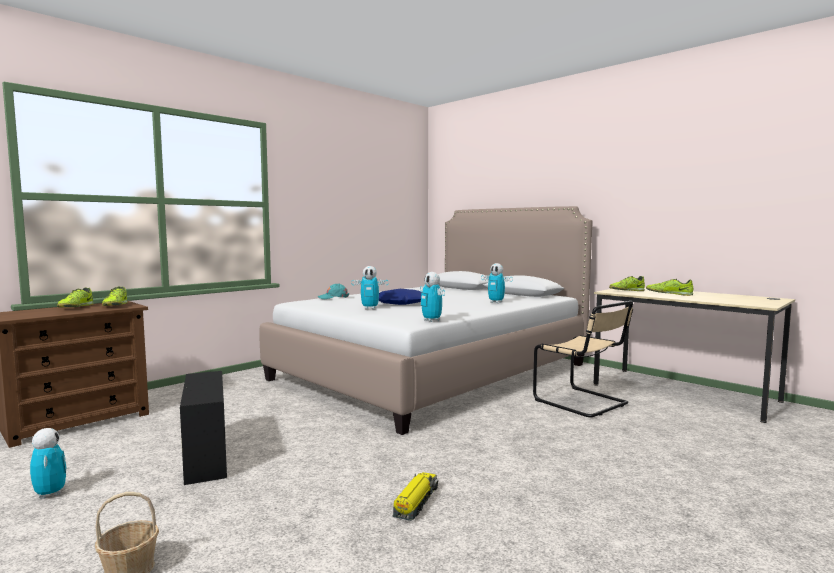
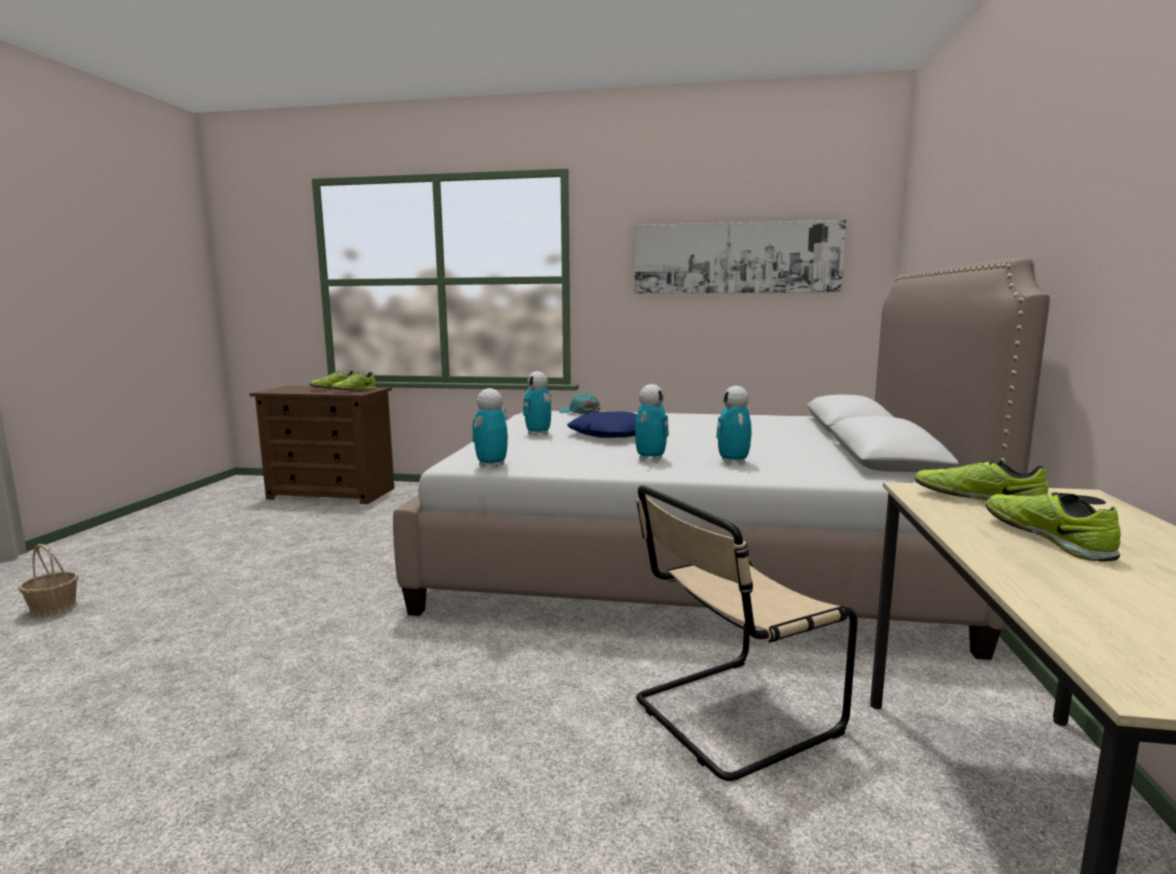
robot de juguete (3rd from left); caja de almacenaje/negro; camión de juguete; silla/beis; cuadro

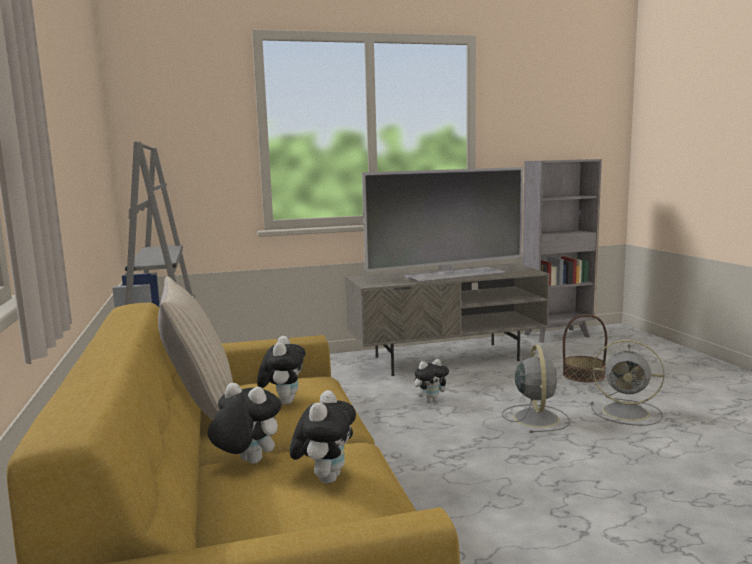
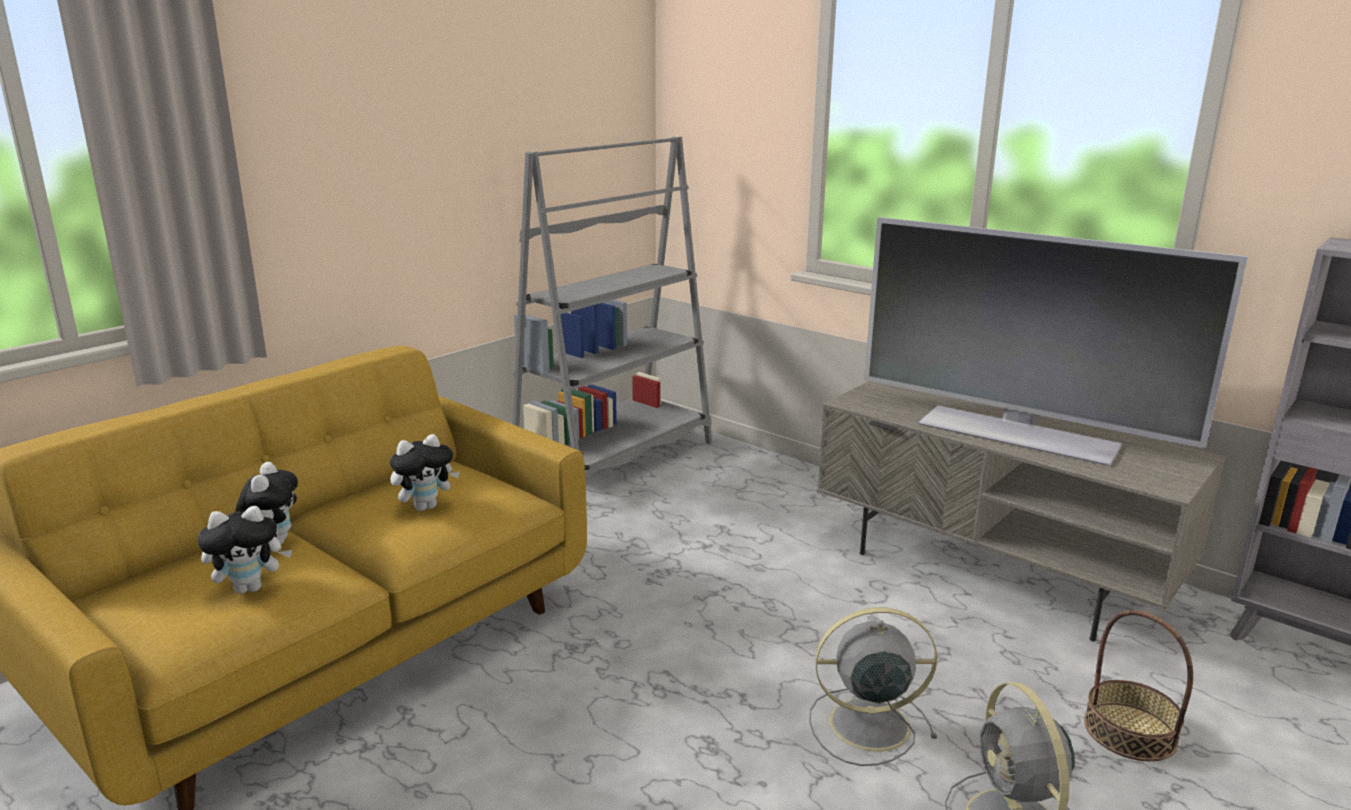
cojín/beis; peluche (4th from left in the first image); ventilador/gris (1st from left)

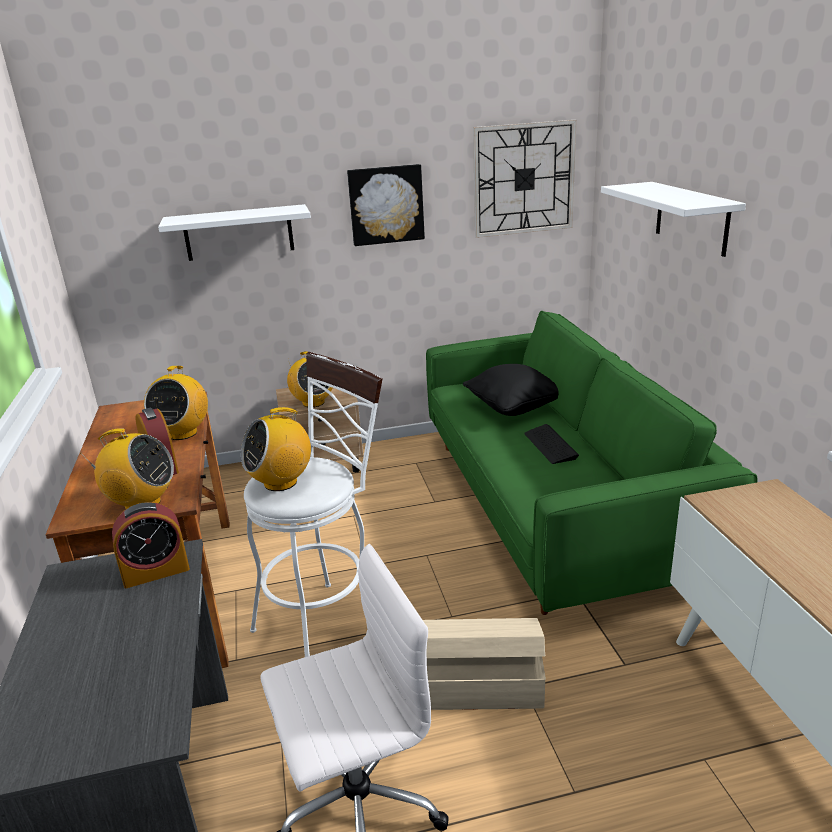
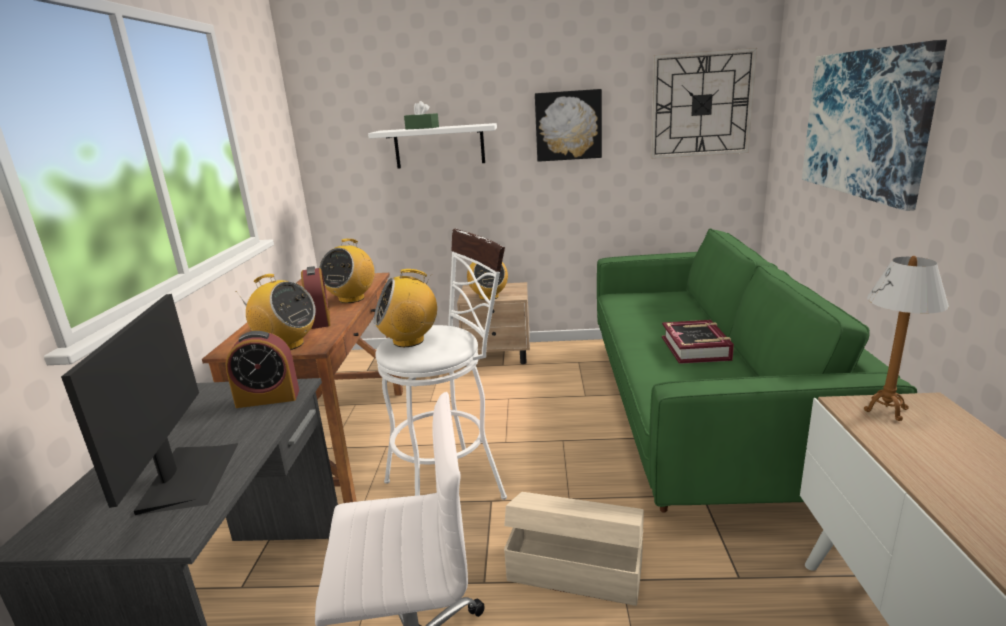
cojín/negro; libro; cuadro (2nd from left); monitor; caja de pañuelos/verde; lámpara de mesa

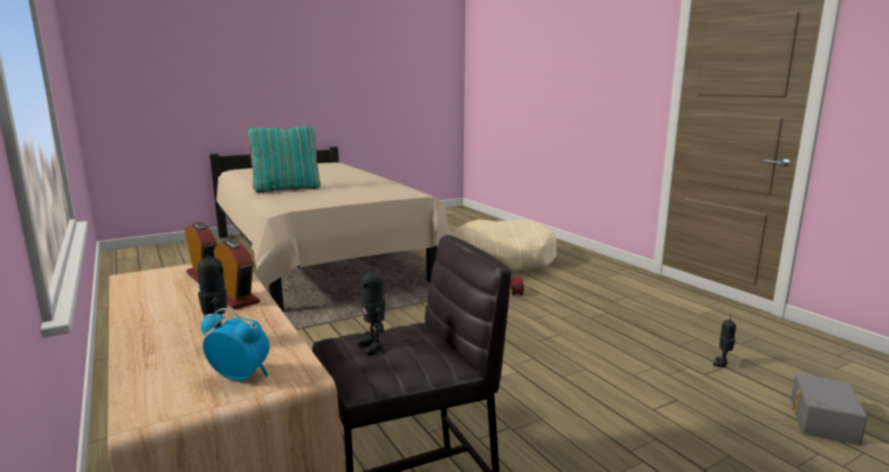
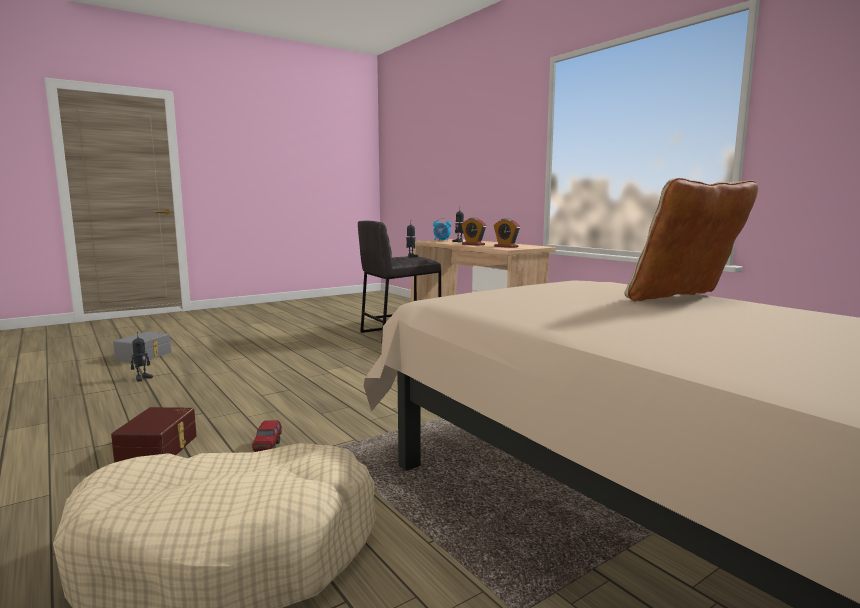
cojín/beis; caja de almacenaje/marrón

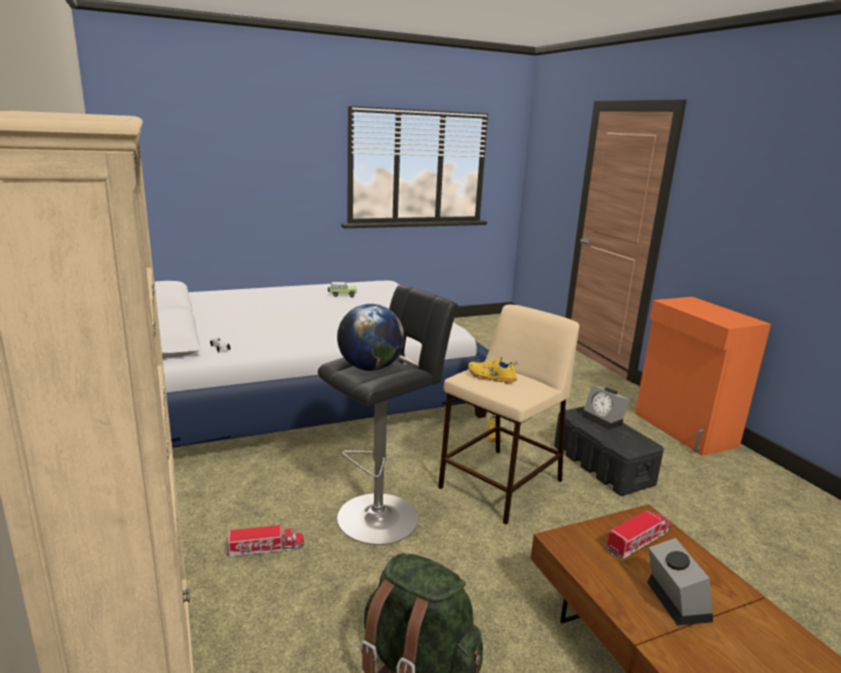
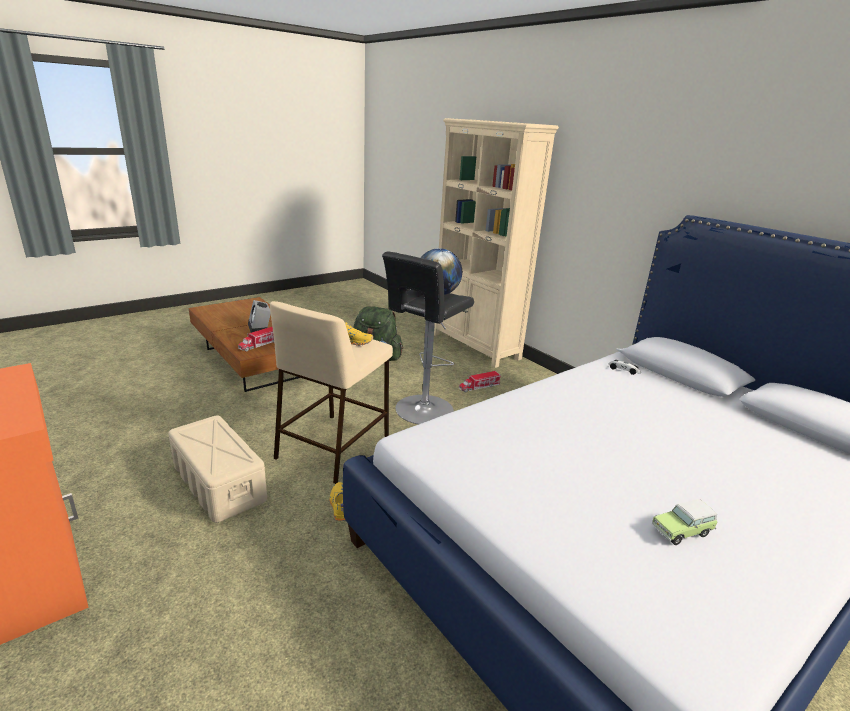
caja de almacenaje/beis; despertador (1st from left in the first image)

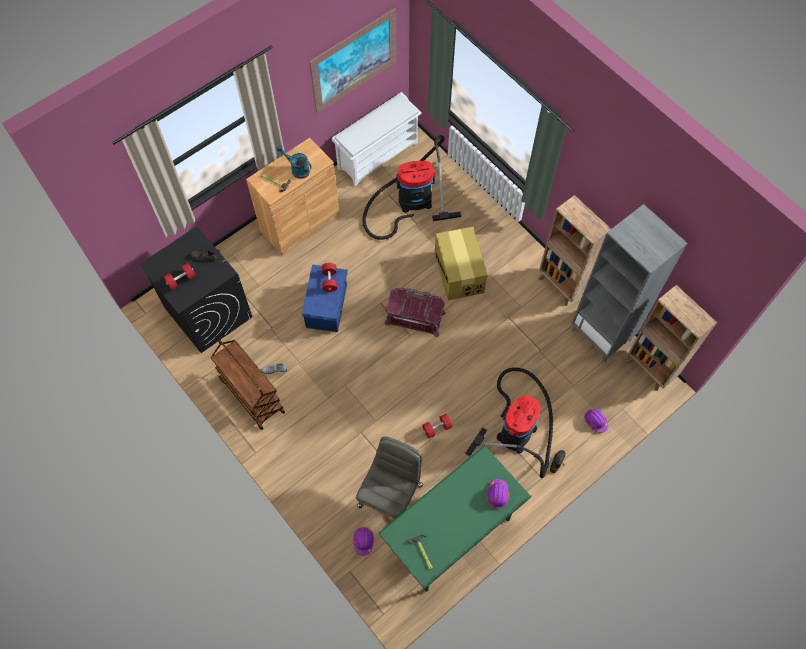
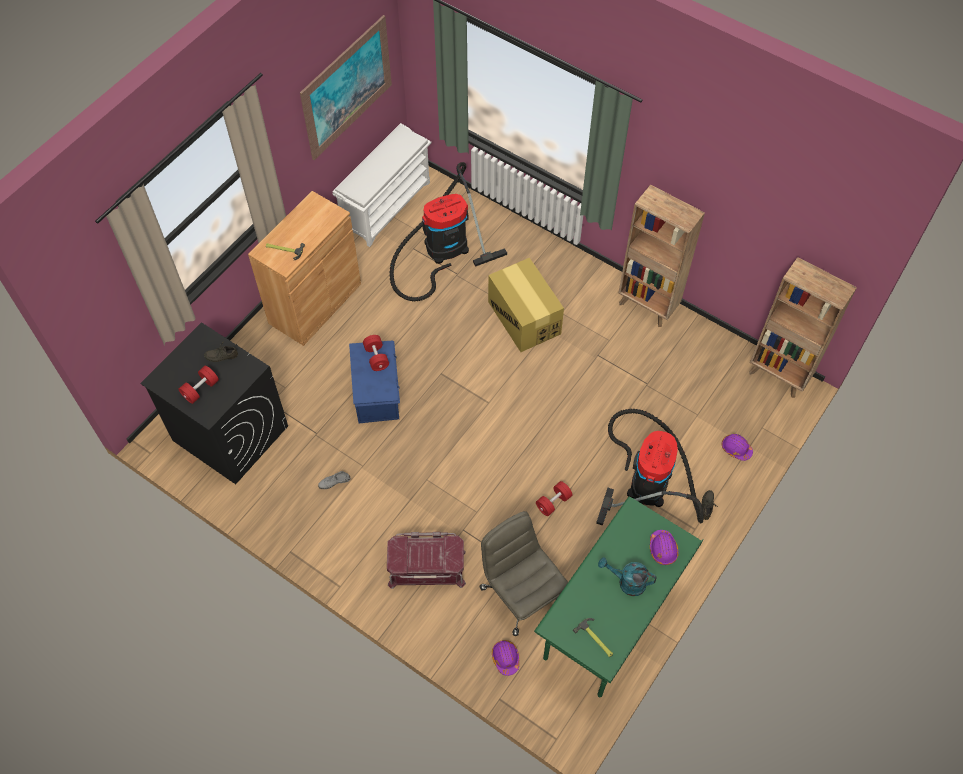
carrito/marrón; regadera/turquesa; silla de oficina/gris; caja de almacenaje/rojo; estantería/gris

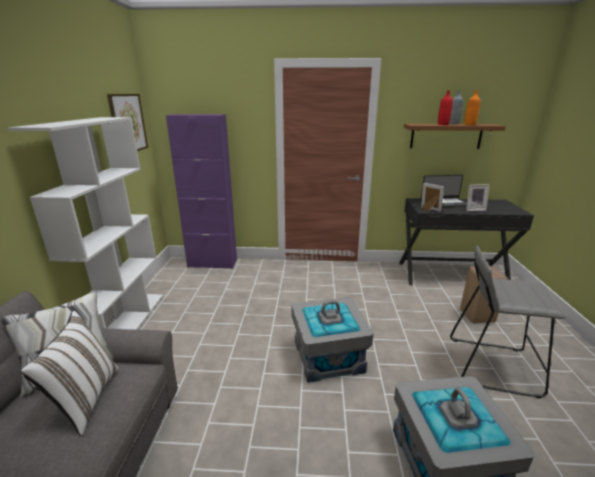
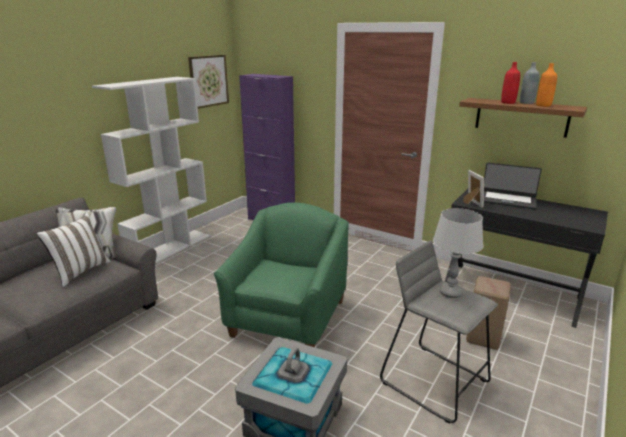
sillón/verde; portarretratos (2nd from left in the first image); lámpara de mesa/gris

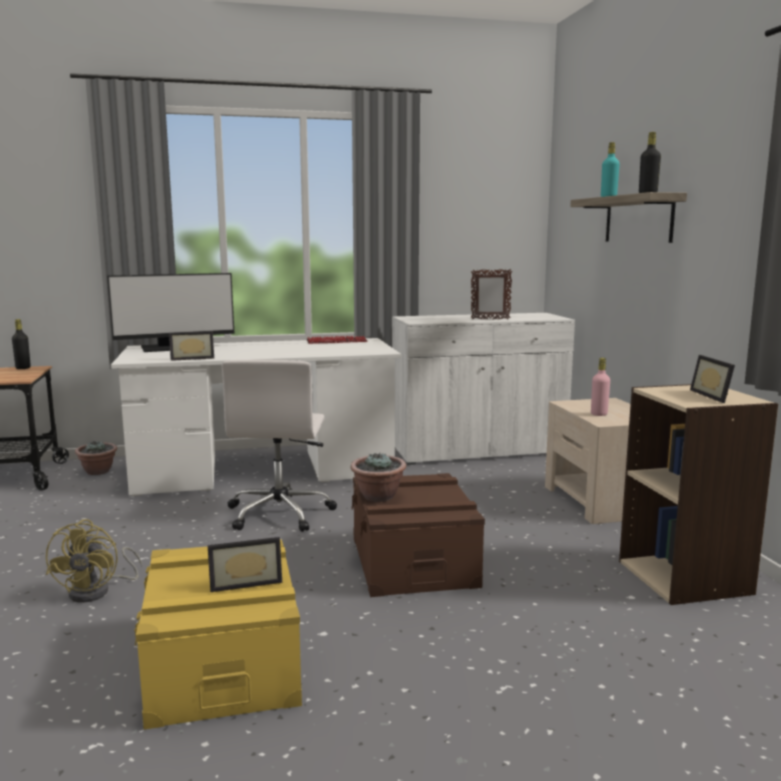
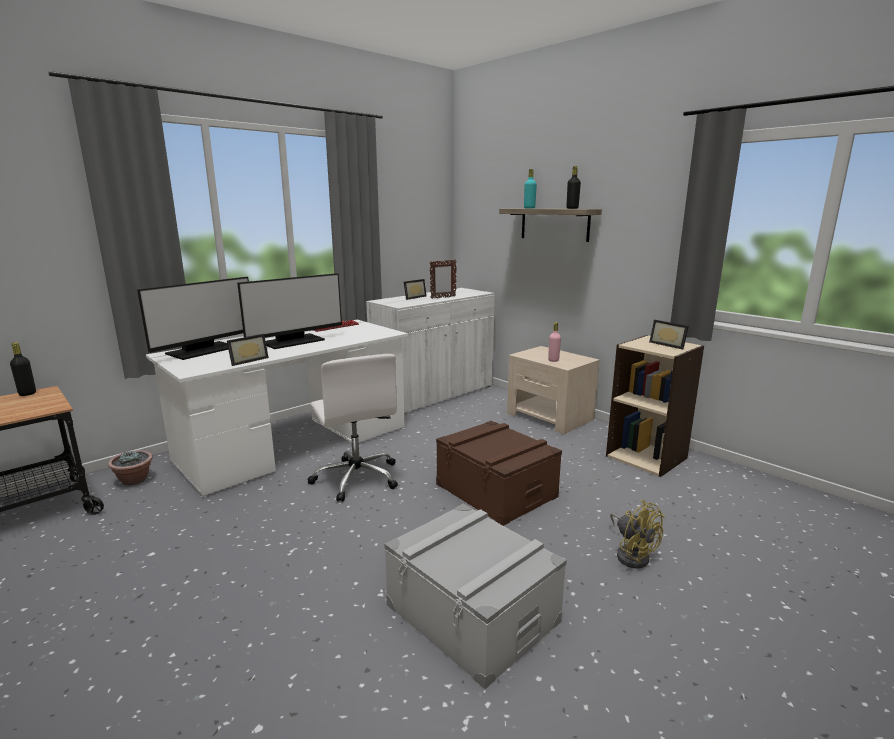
ventilador/amarillo; caja de almacenaje/gris; portarretratos (2nd from left); planta en maceta (2nd from left in the first image); monitor (2nd from left)

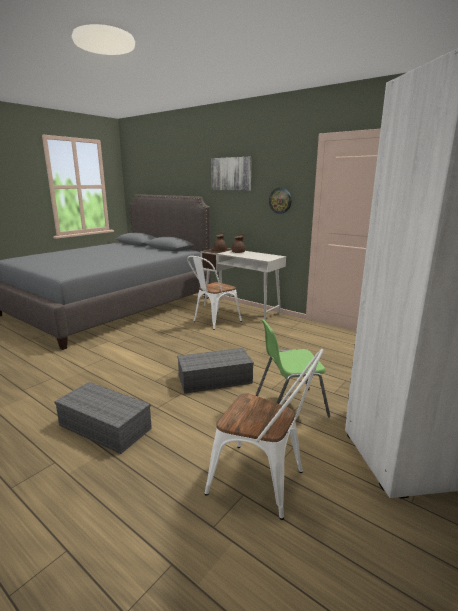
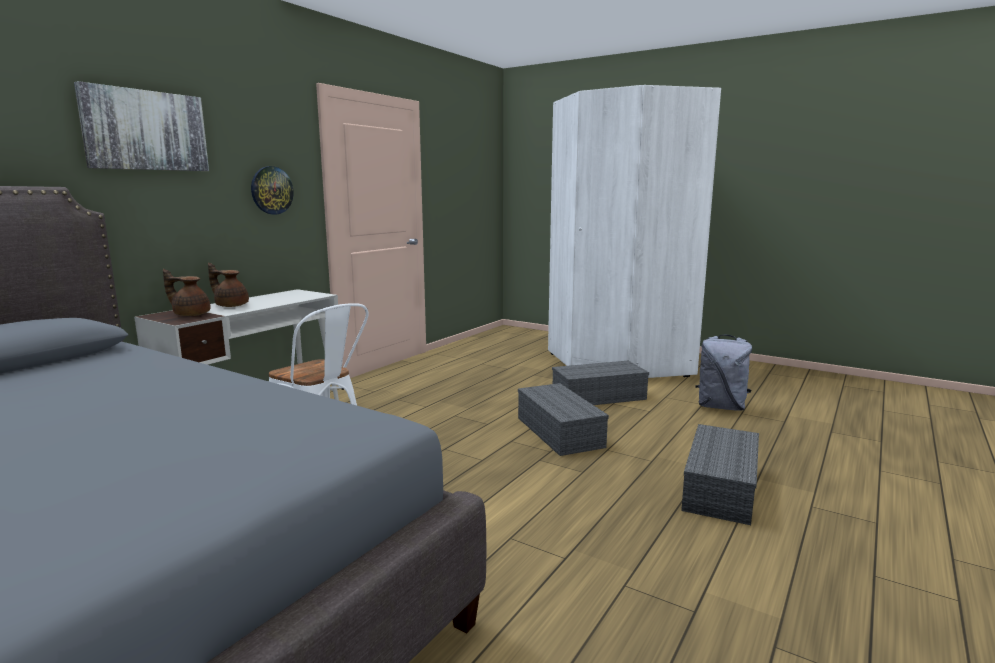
mochila/gris; caja de almacenaje/gris (2nd from left)

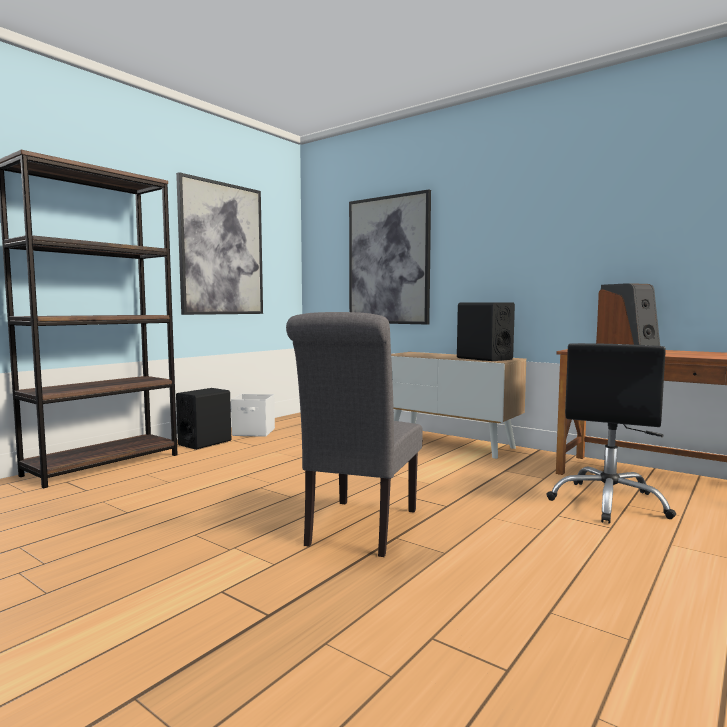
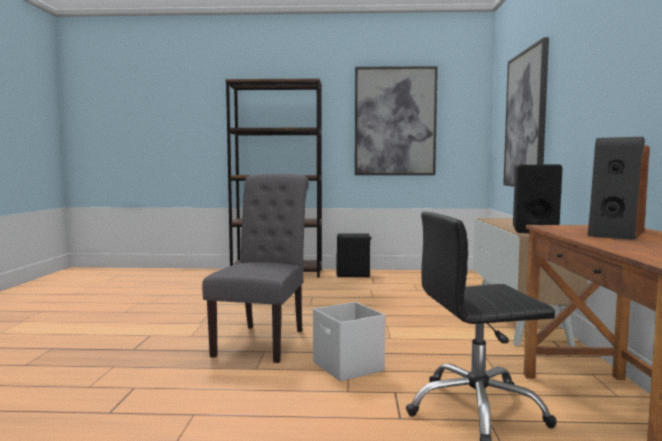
caja de almacenaje/blanco; silla/gris

